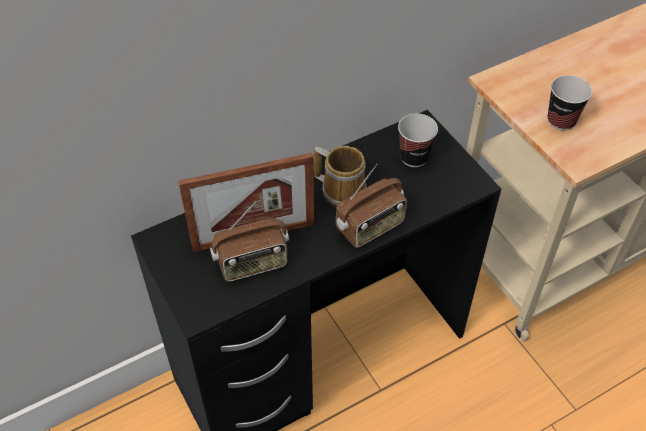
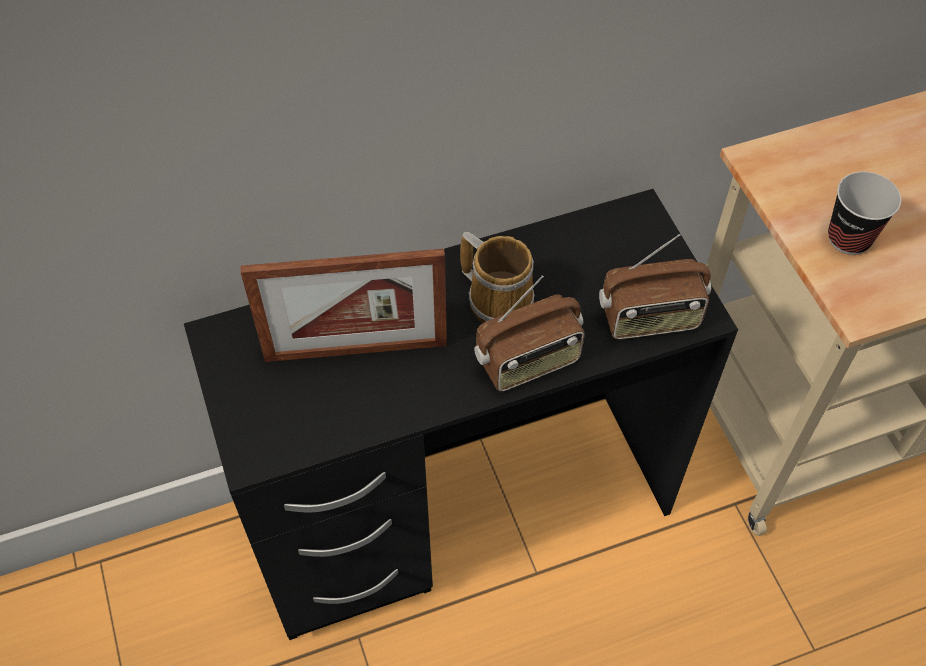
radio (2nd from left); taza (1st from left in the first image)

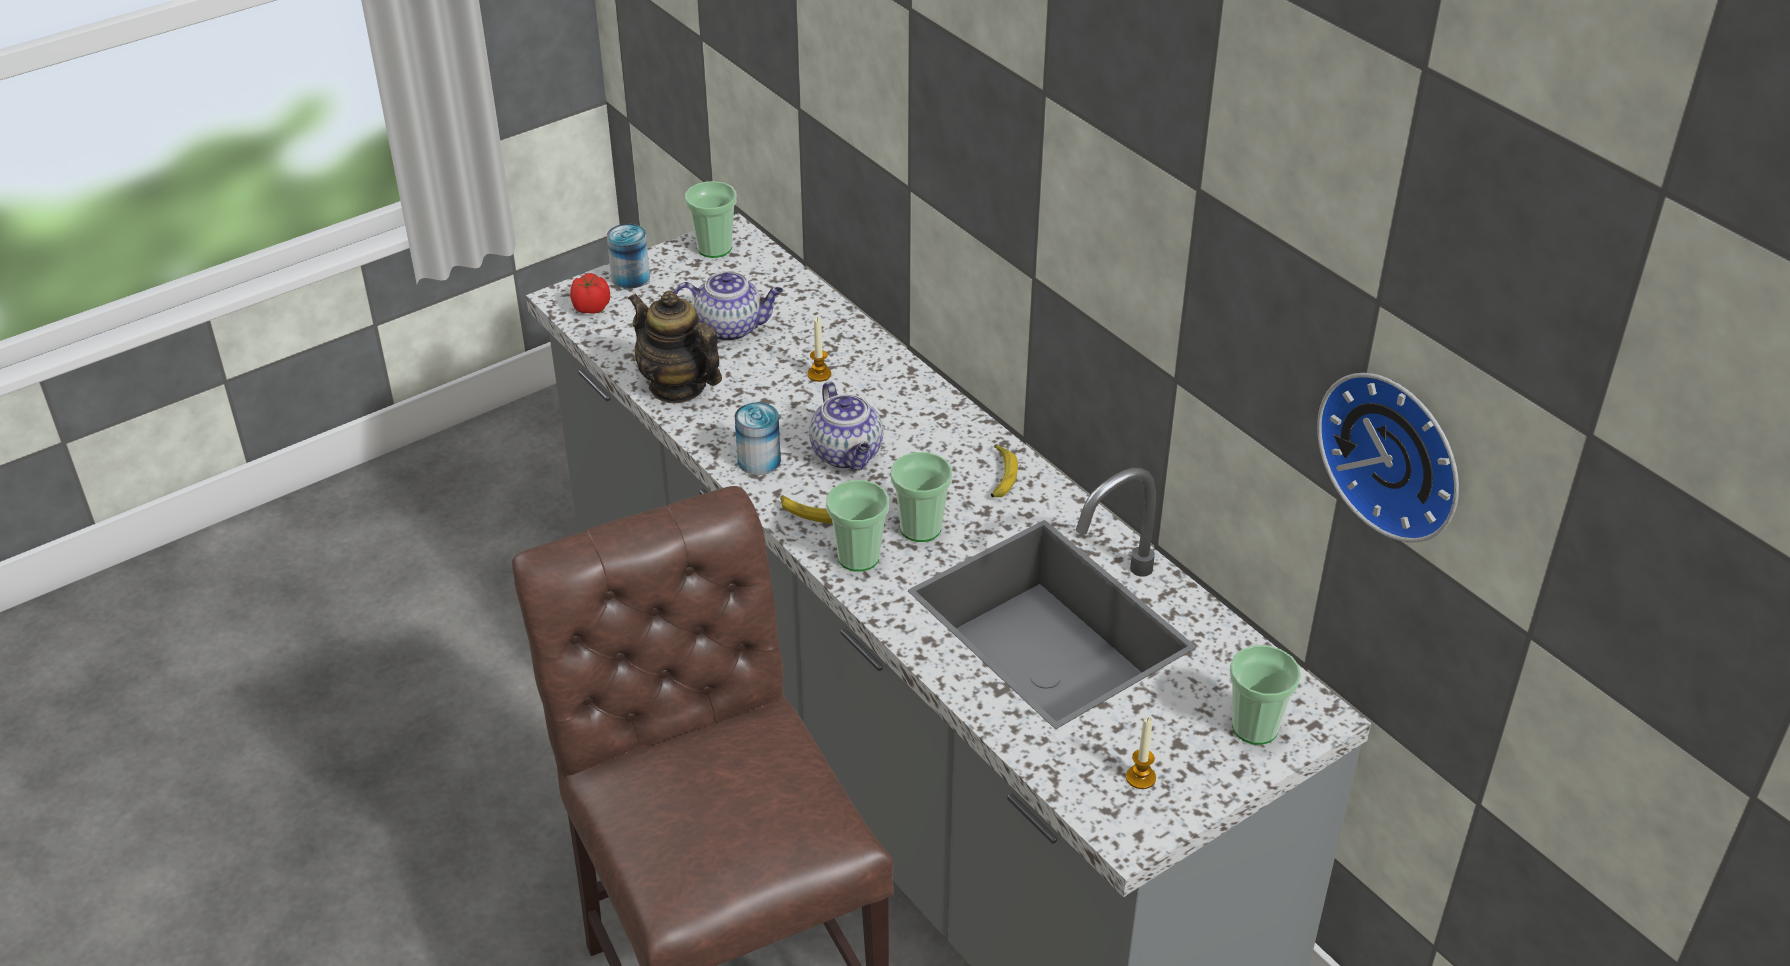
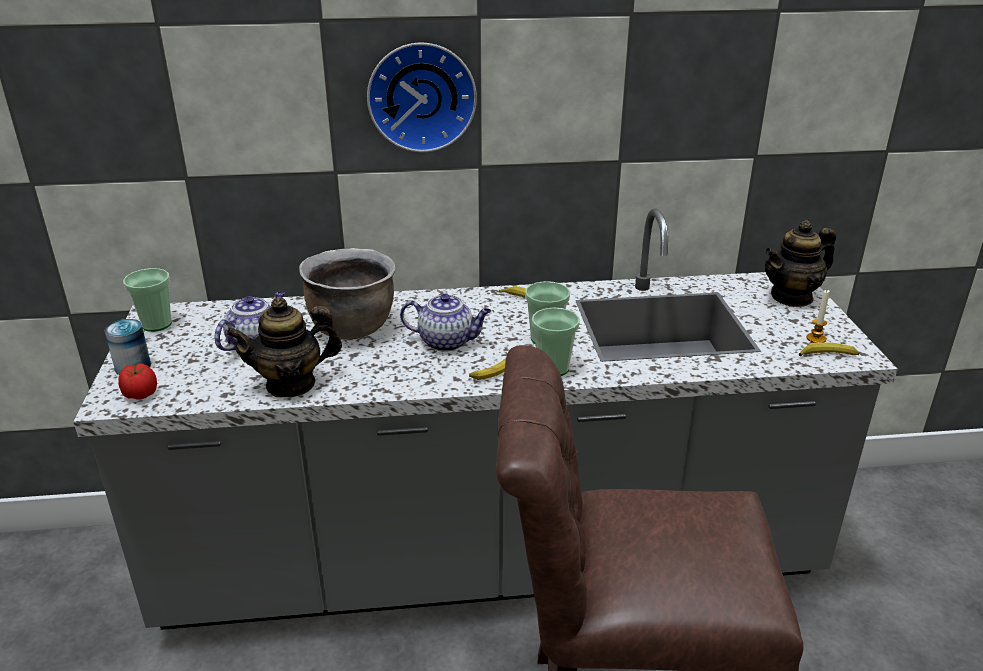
lata (2nd from left in the first image); olla/marrón; tetera (4th from left); reloj de pared; plátano (3rd from left)

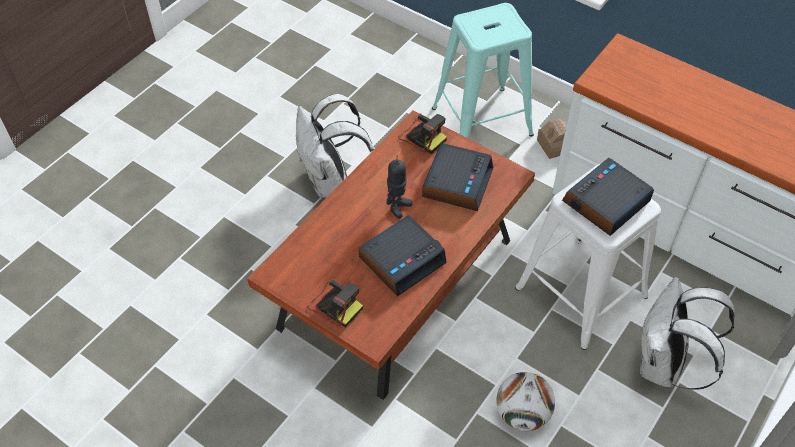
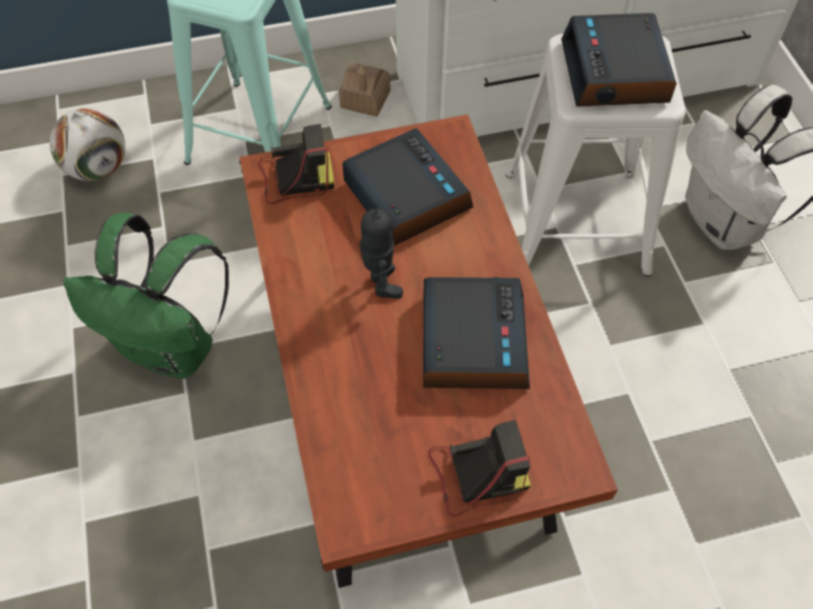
mochila/verde; balón de fútbol

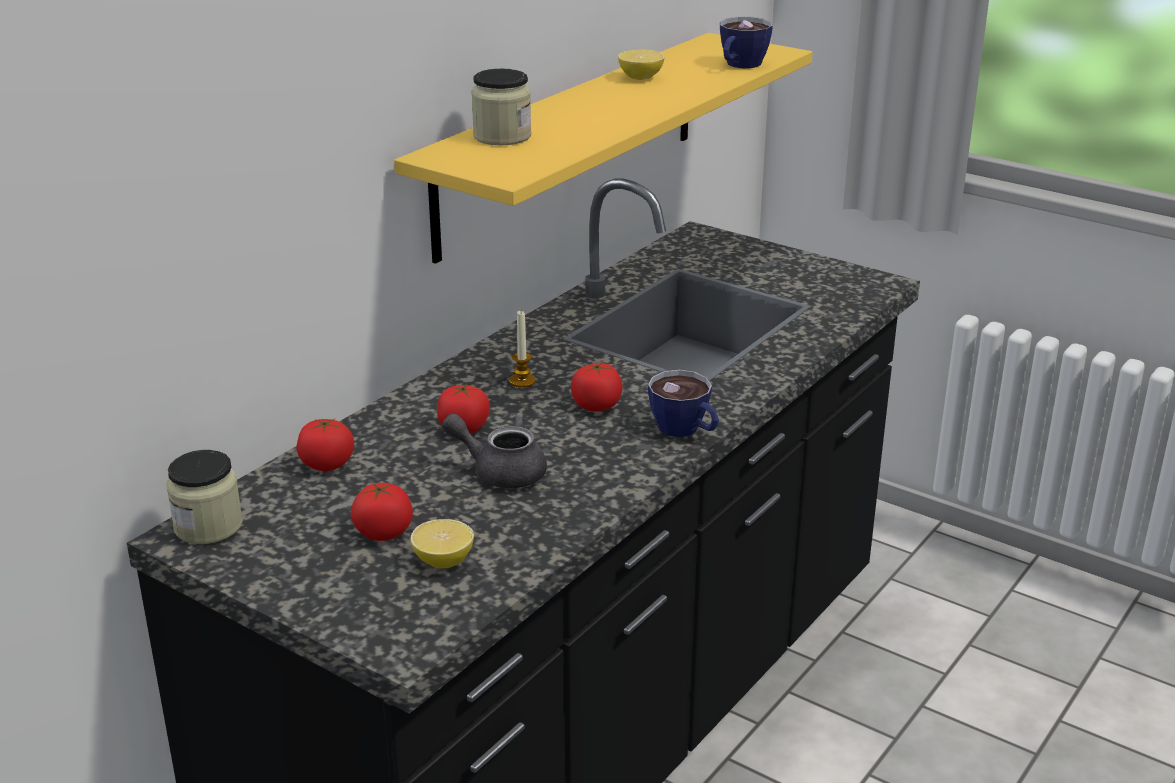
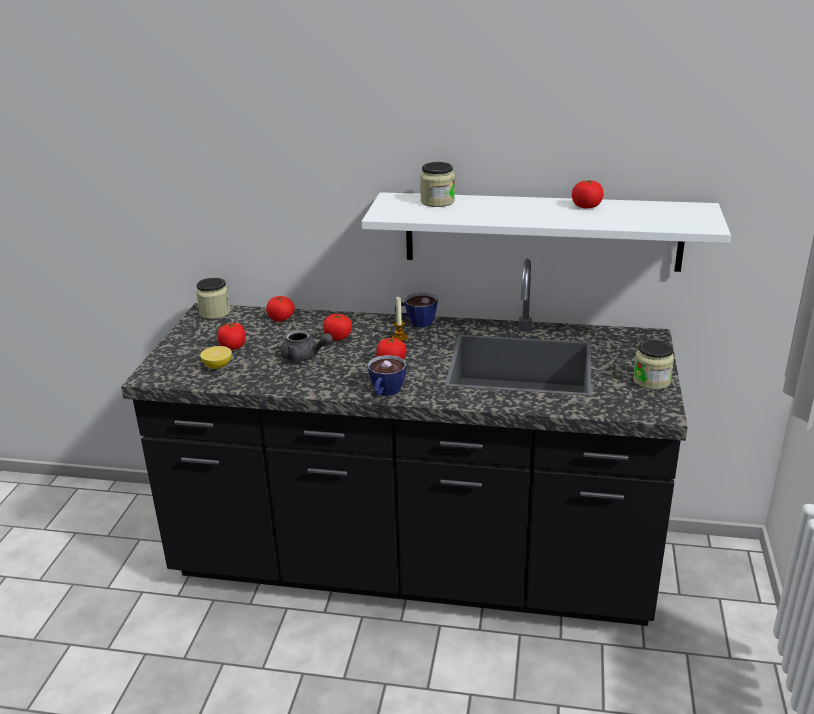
estante/blanco; tetera/gris; tomate (5th from left); taza (2nd from left); tarro (3rd from left)

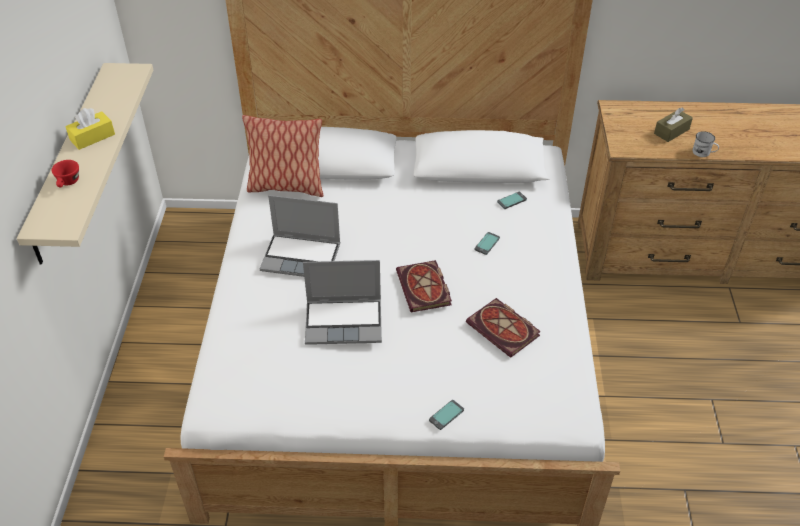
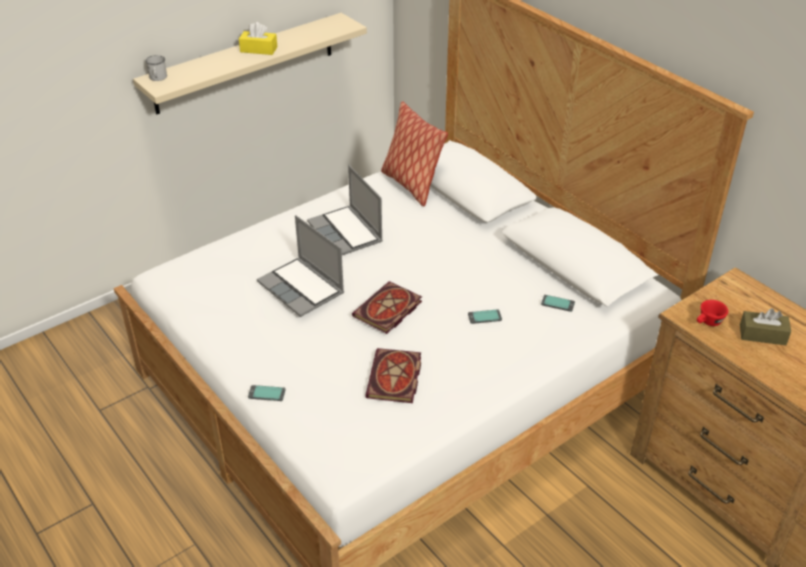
taza/rojo; taza grande/blanco

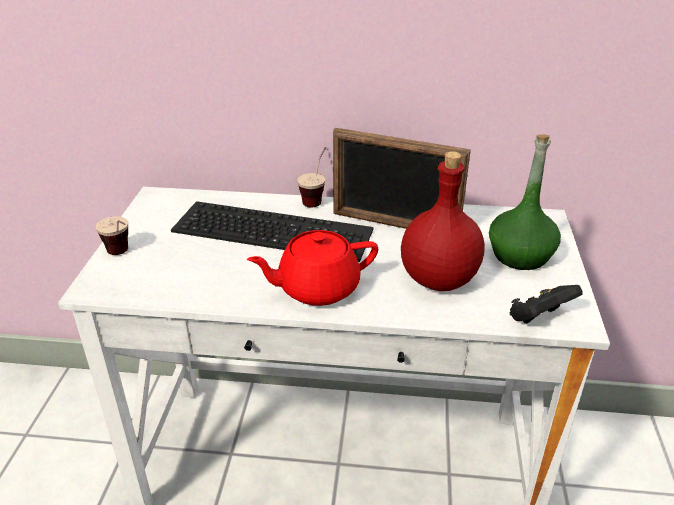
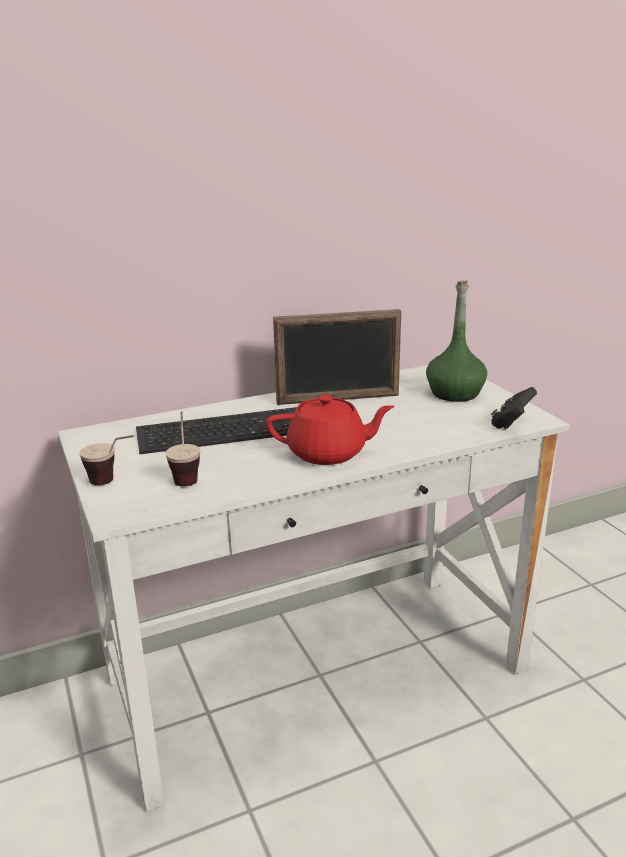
tetera/rojo; taza (2nd from left); botella/rojo

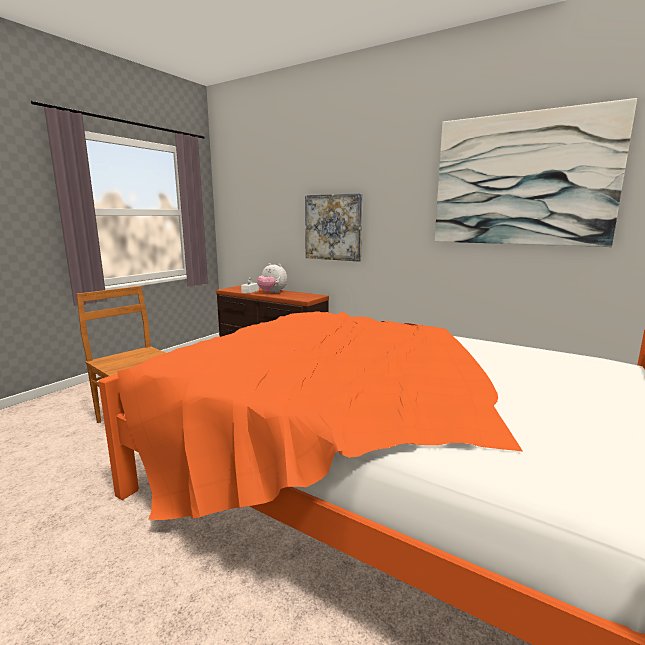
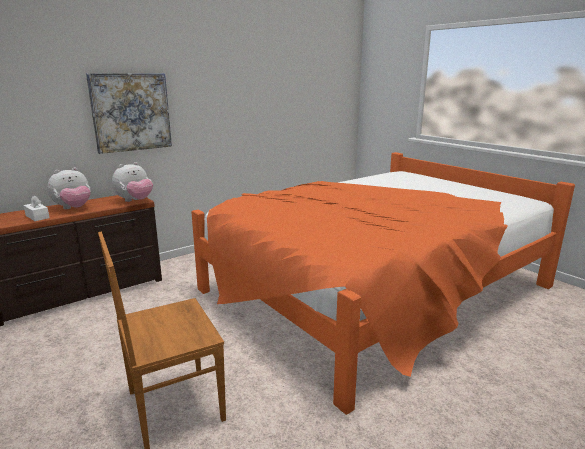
cuadro (2nd from left in the first image); peluche (2nd from left)

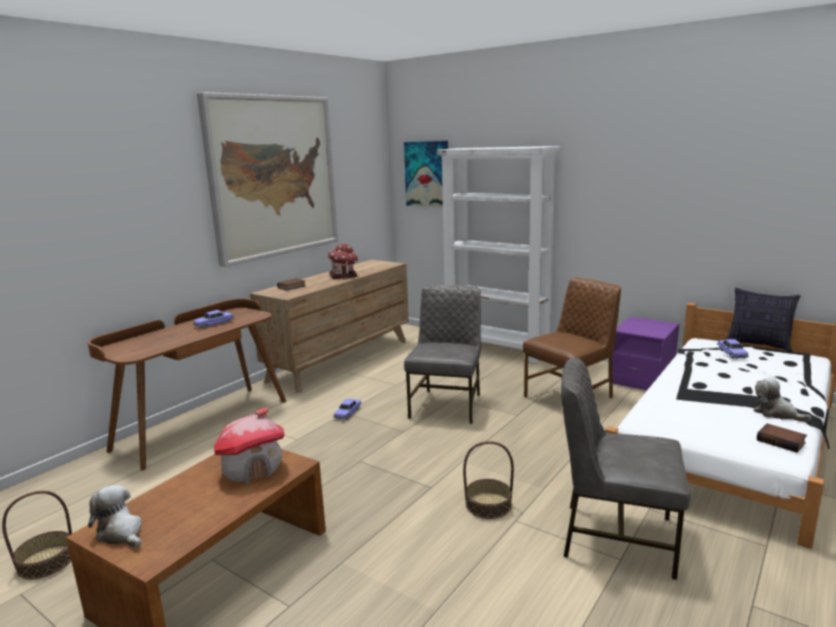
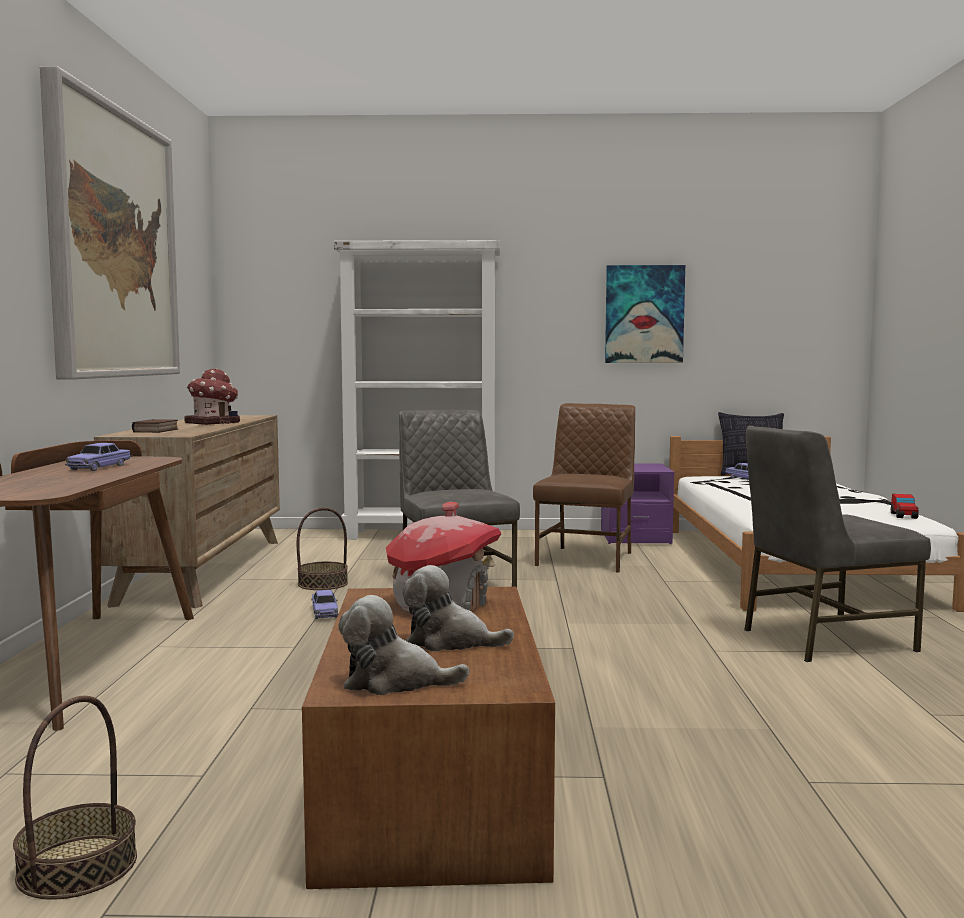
cuadro (2nd from left); cesta (2nd from left); peluche (2nd from left); coche de juguete (4th from left)

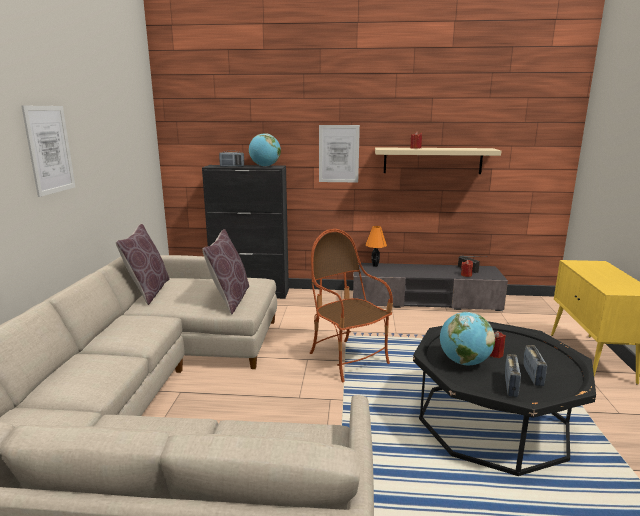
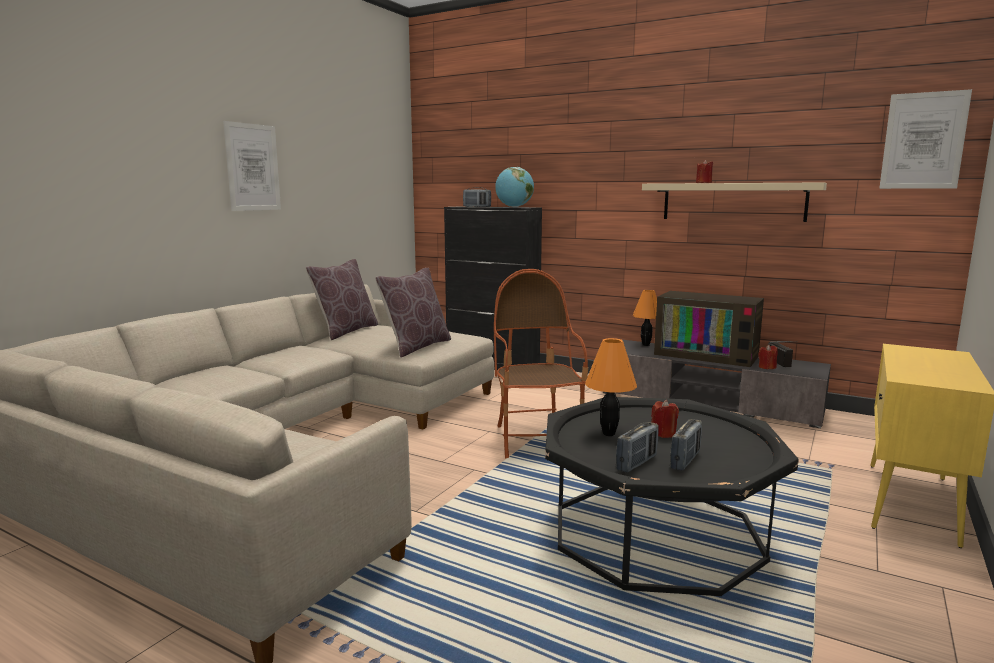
cuadro (2nd from left); lámpara de mesa/naranja (1st from left); televisor

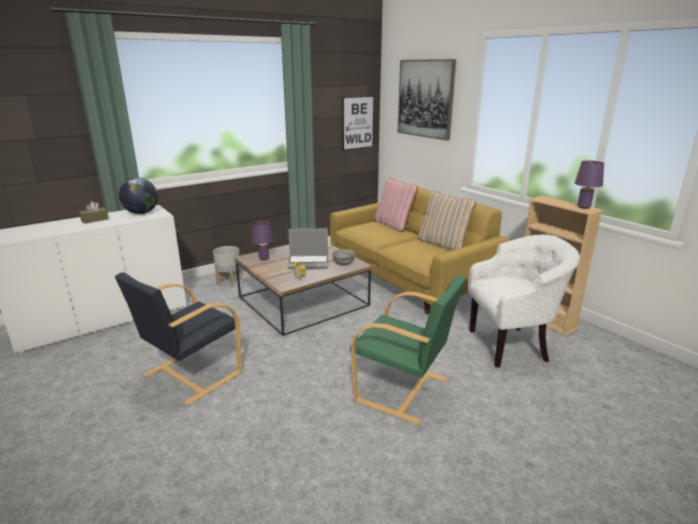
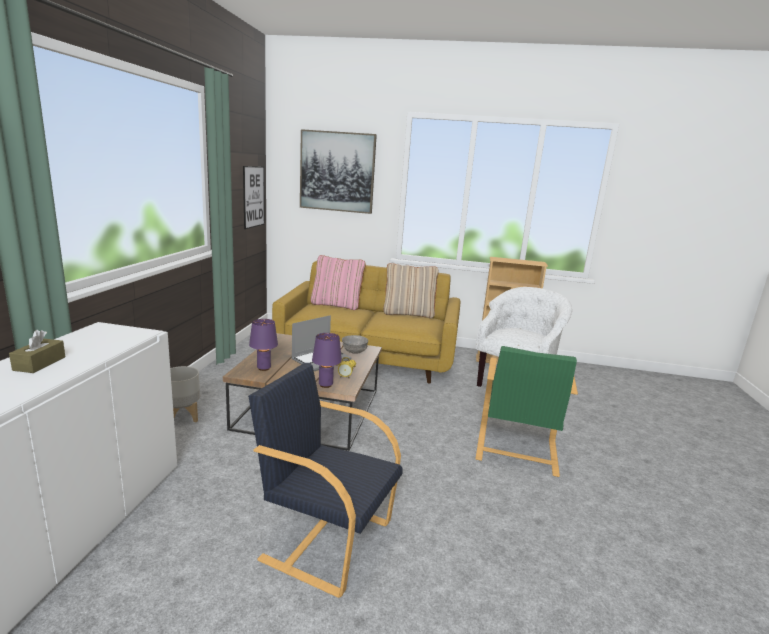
sillón/negro; globo terráqueo; sillón/verde; lámpara de mesa/morado (2nd from left)

